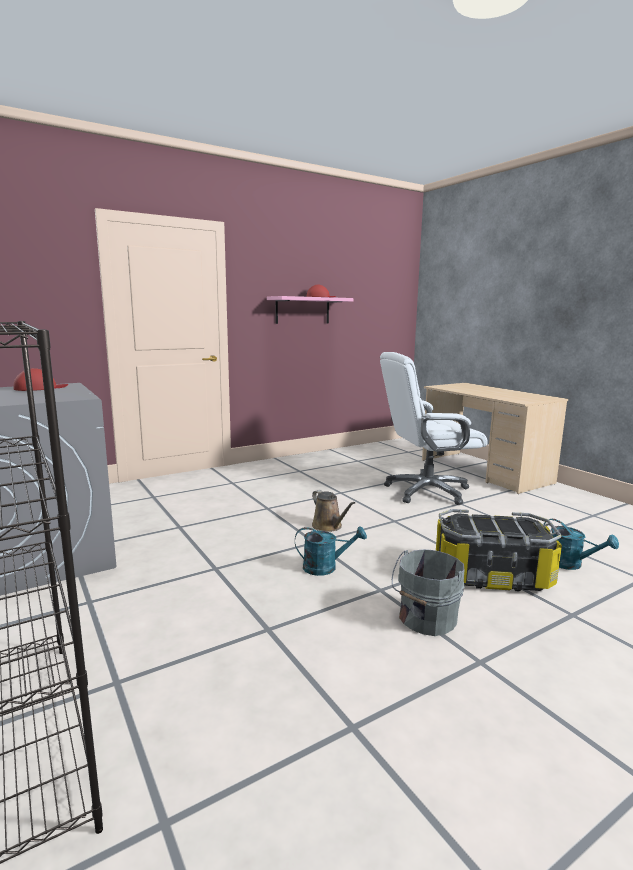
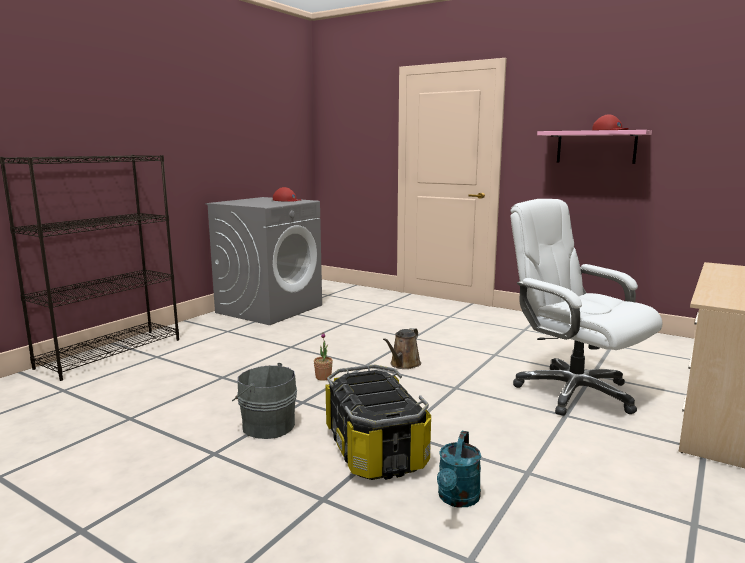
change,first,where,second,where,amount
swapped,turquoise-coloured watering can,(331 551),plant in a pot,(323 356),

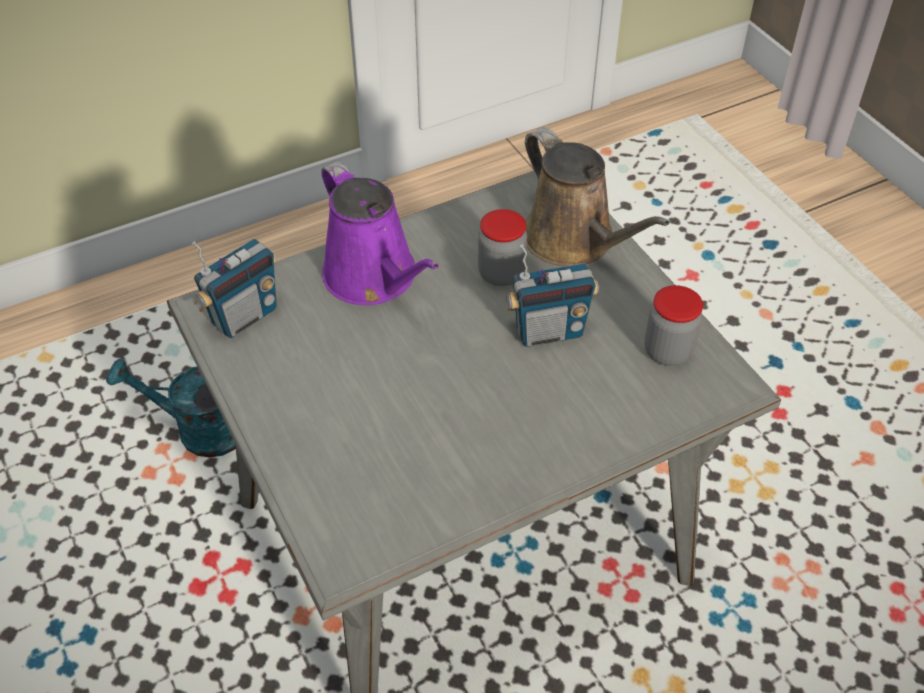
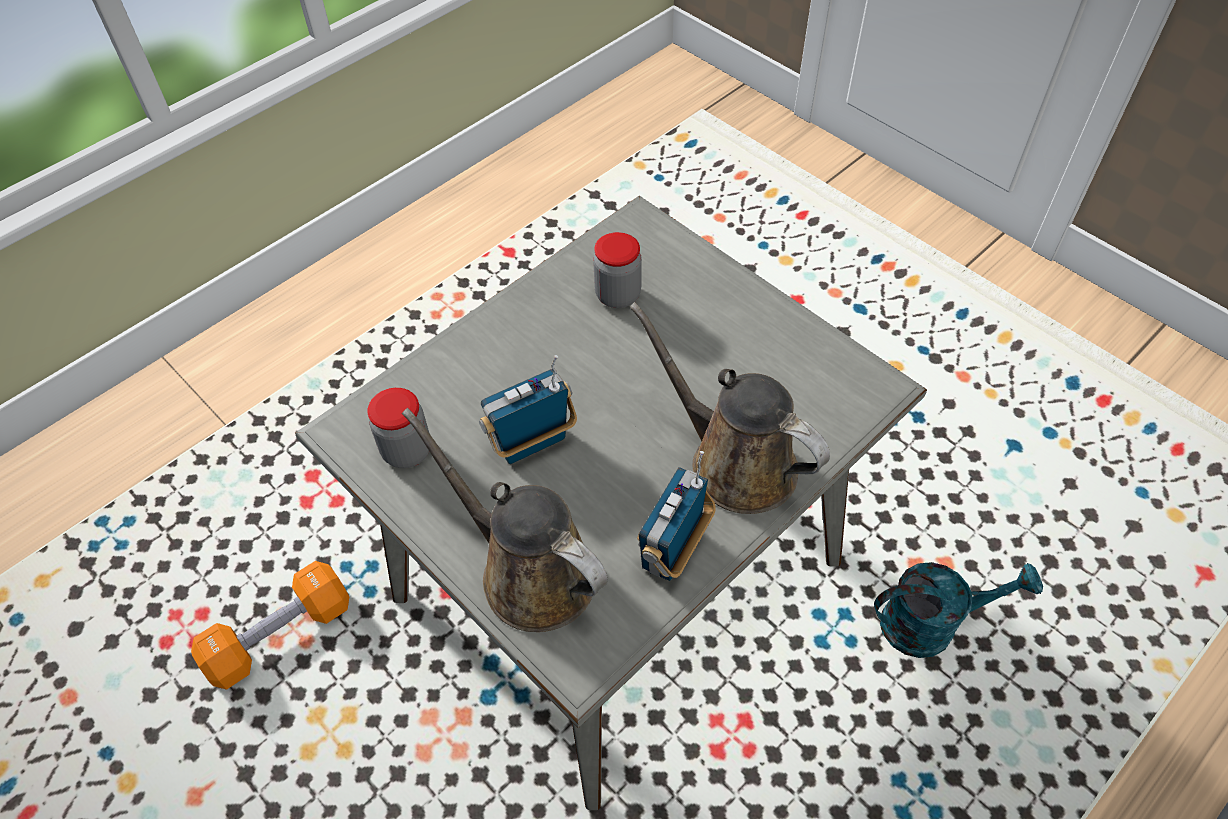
change,first,where,second,where,amount
repainted,purplish watering can,(380 233),brownish watering can,(730 408),
shifted,preserve jar,(502 247),,(617 270),
shifted,radio set,(234 288),,(676 516),
new,,,orangey dumbbell,(270 625),

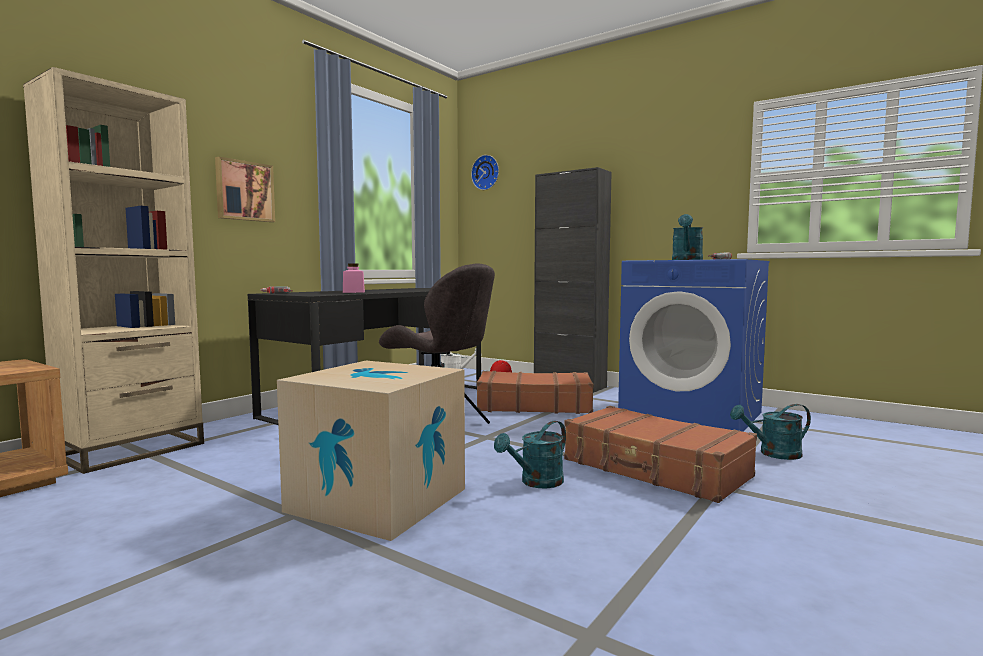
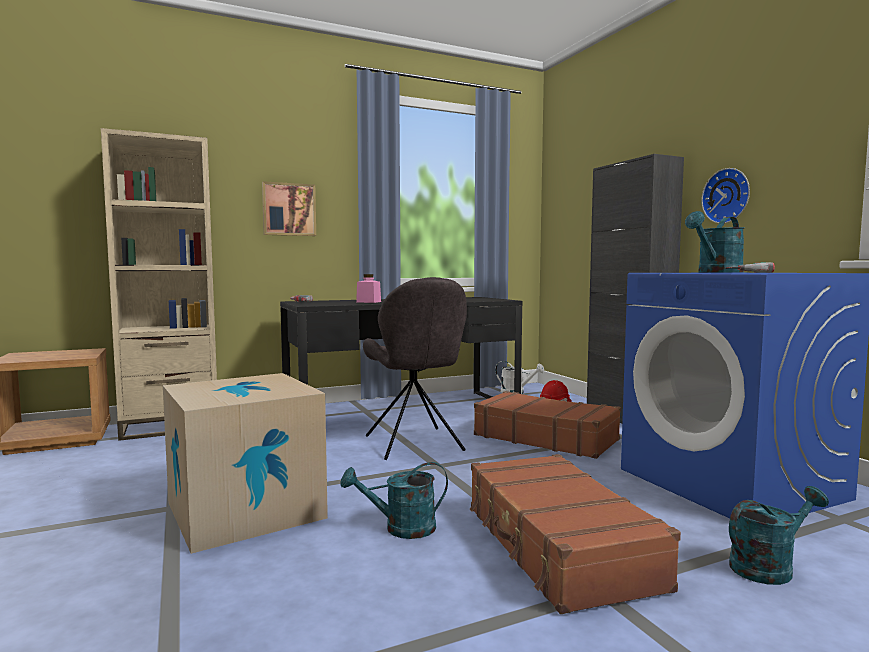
change,first,where,second,where,amount
shifted,hanging clock,(485 172),,(725 196),
rotated,turquoise-coloured watering can,(770 432),,(779 535),135 degrees clockwise

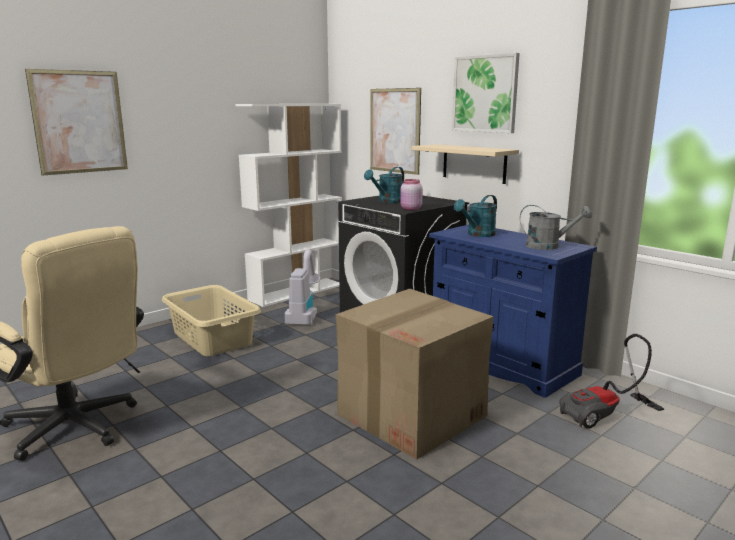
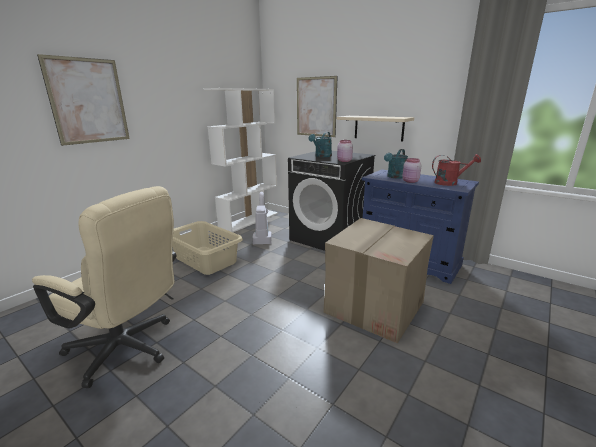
change,first,where,second,where,amount
gone,picture,(486 93),,,
repainted,greyish watering can,(556 227),reddish watering can,(456 170),
gone,vacuum,(611 381),,,
new,,,pink preserve jar,(411 170),

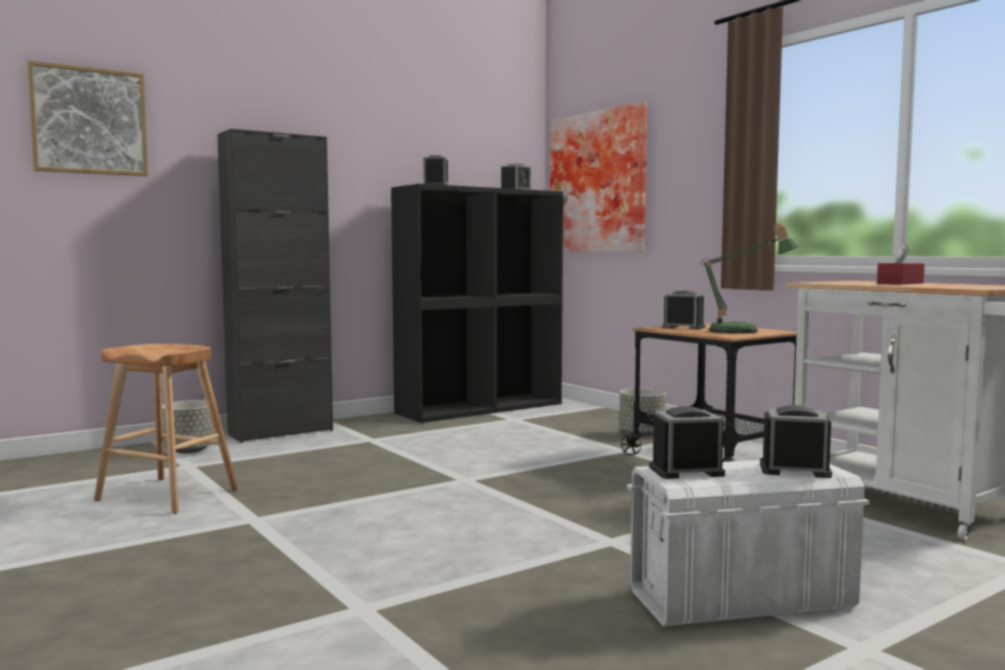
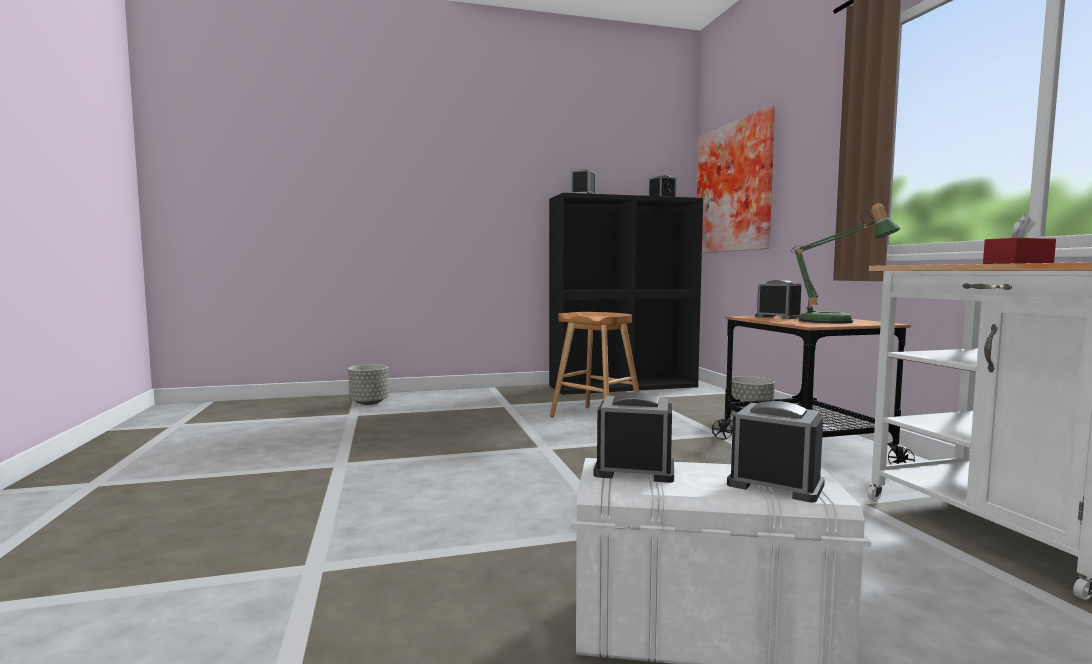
change,first,where,second,where,amount
gone,picture,(87 118),,,
gone,black storage cabinet,(275 286),,,
shifted,brownish stool seat,(166 429),,(594 364),

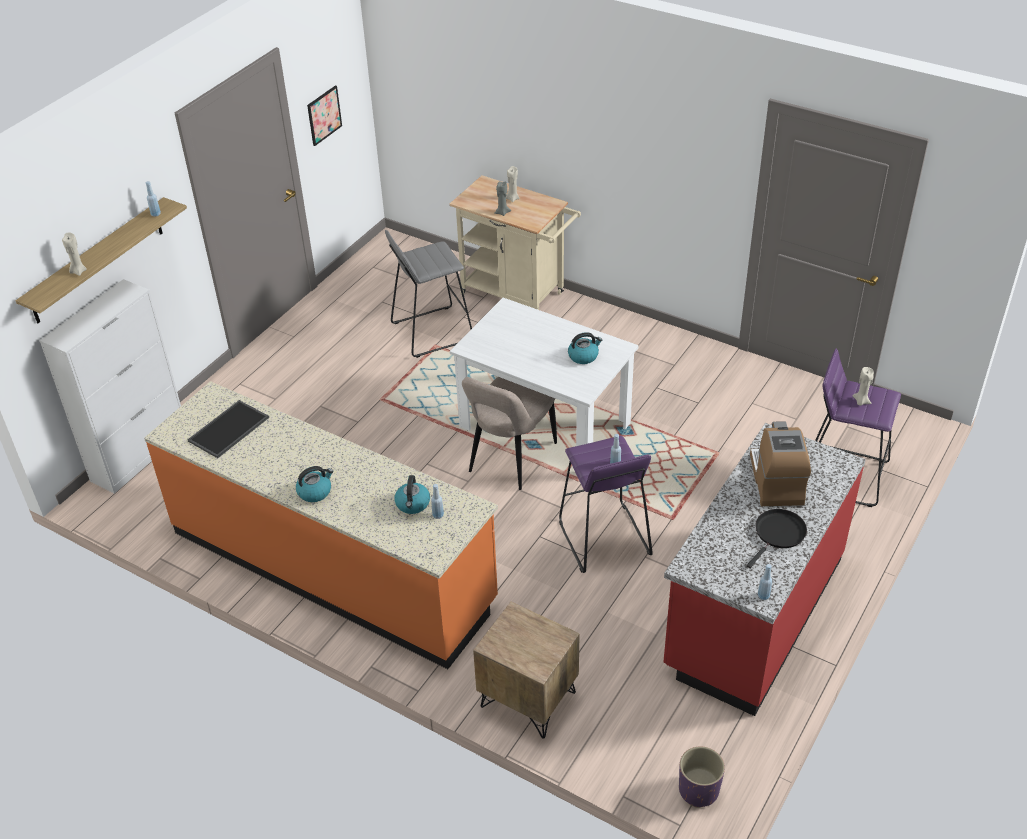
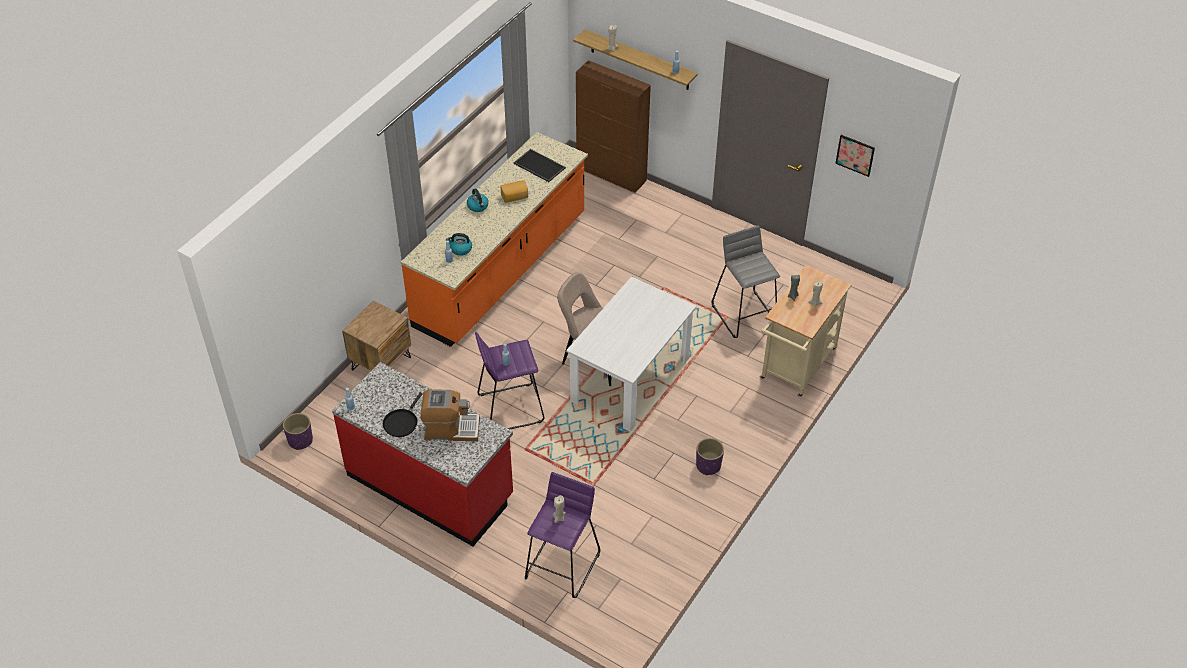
change,first,where,second,where,amount
repainted,white-coloured storage cabinet,(110 386),brownish storage cabinet,(613 126),
gone,water kettle,(585 348),,,
rotated,black pan,(777 538),,(402 415),75 degrees clockwise
new,,,bread,(514 191),
new,,,purplish planter,(710 456),

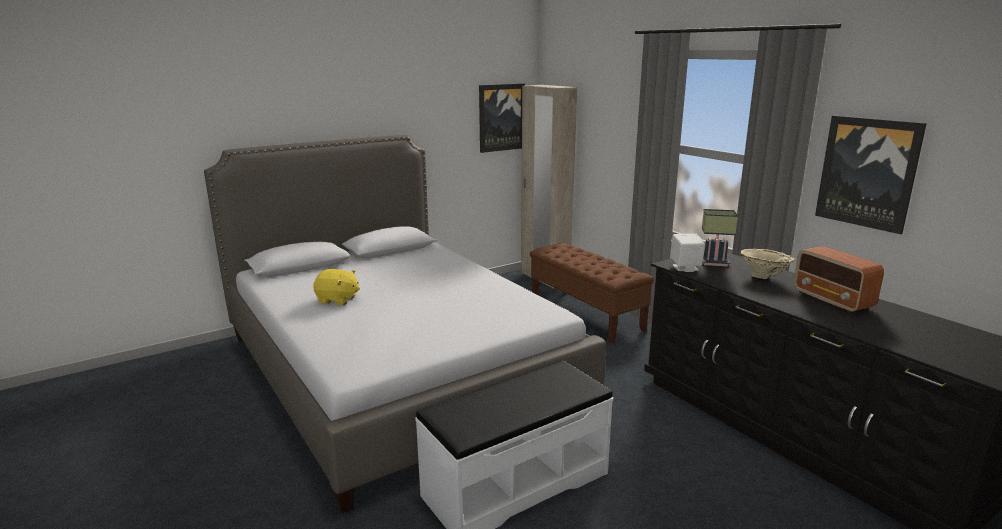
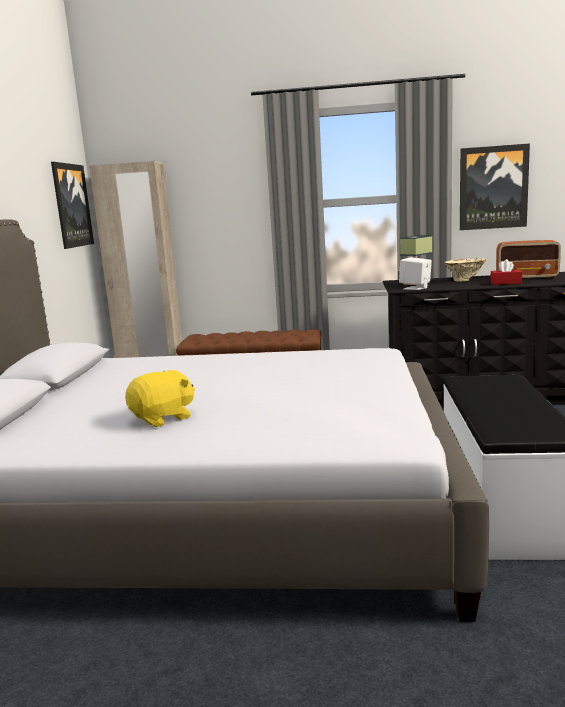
change,first,where,second,where,amount
new,,,reddish box of tissues,(506 272),

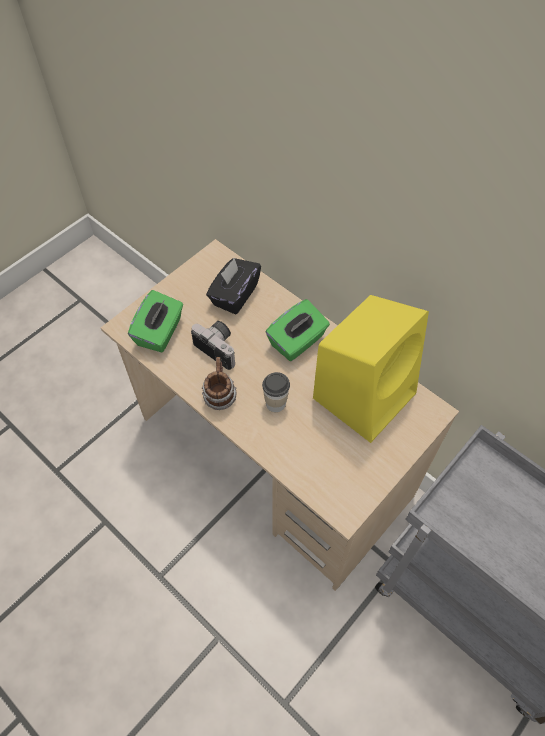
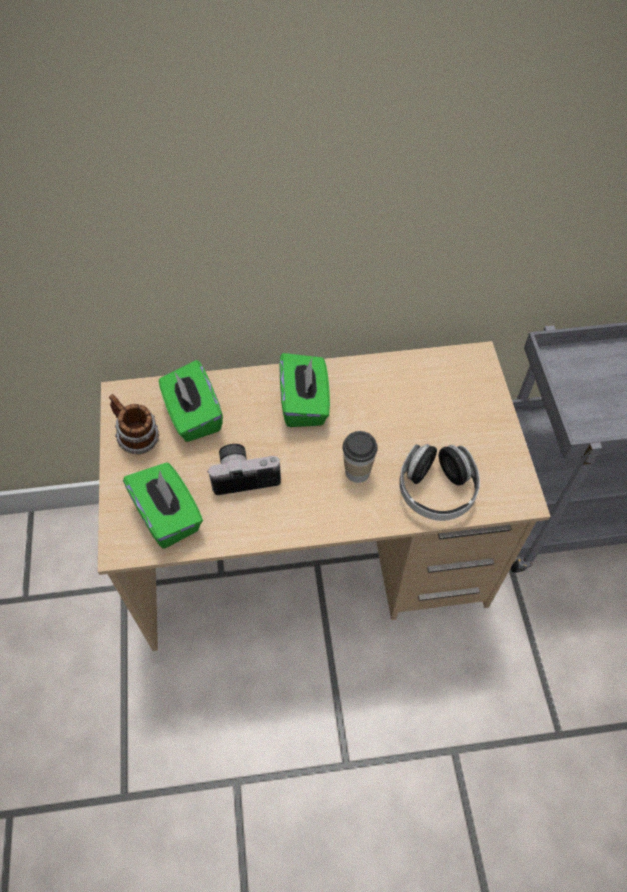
change,first,where,second,where,amount
repainted,black box of tissues,(233 286),green-coloured box of tissues,(191 401),
gone,yellow-coloured audio speaker,(371 369),,,
shifted,mug,(219 383),,(134 424),
new,,,pair of headphones,(439 482),

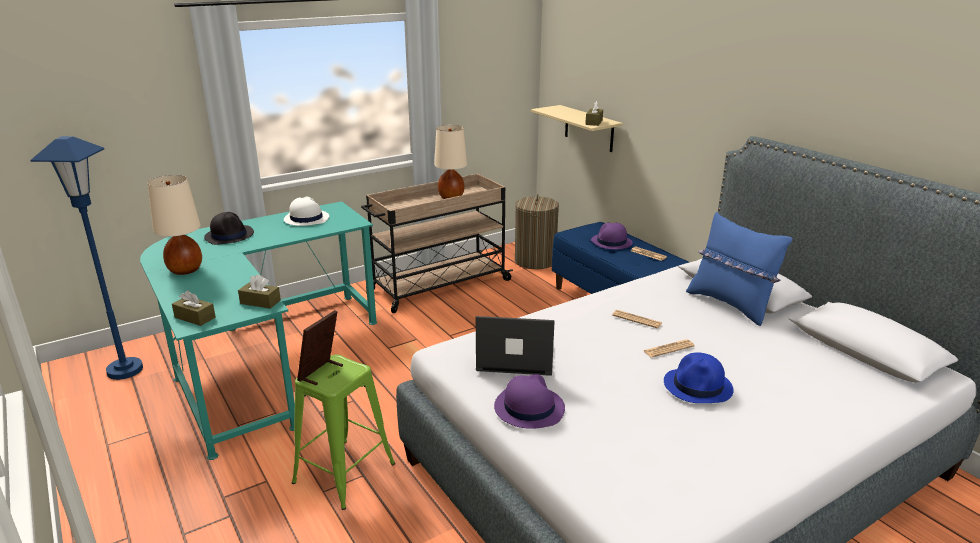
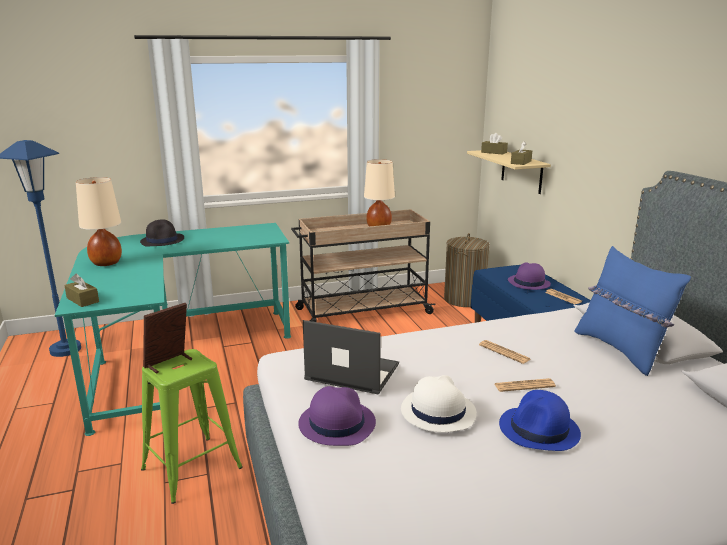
change,first,where,second,where,amount
shifted,white-coloured clothing hat,(306 211),,(439 403),
shifted,brownish box of tissues,(259 291),,(494 144),

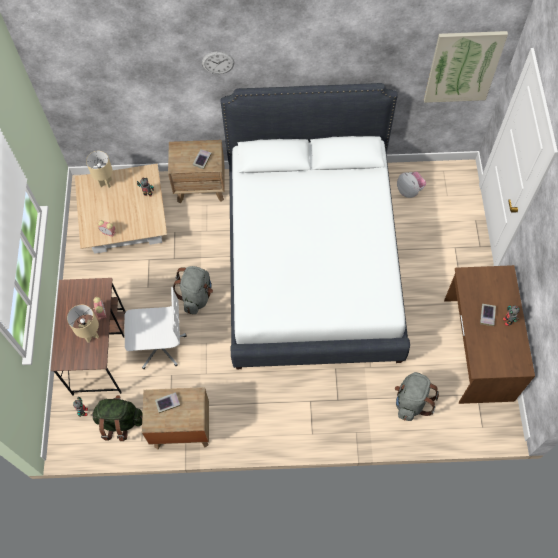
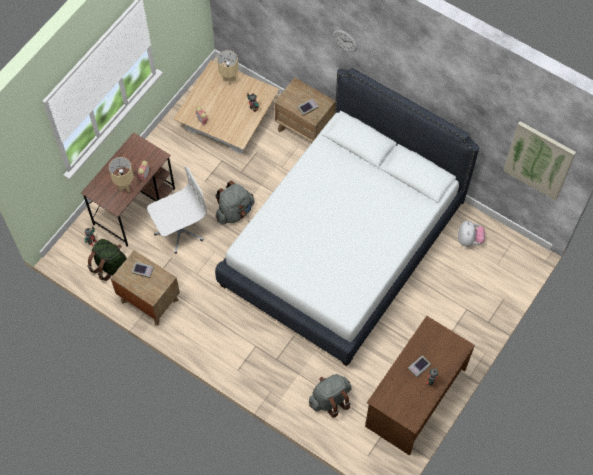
change,first,where,second,where,amount
rotated,white-coloured office chair,(156 328),,(177 210),60 degrees counterclockwise

